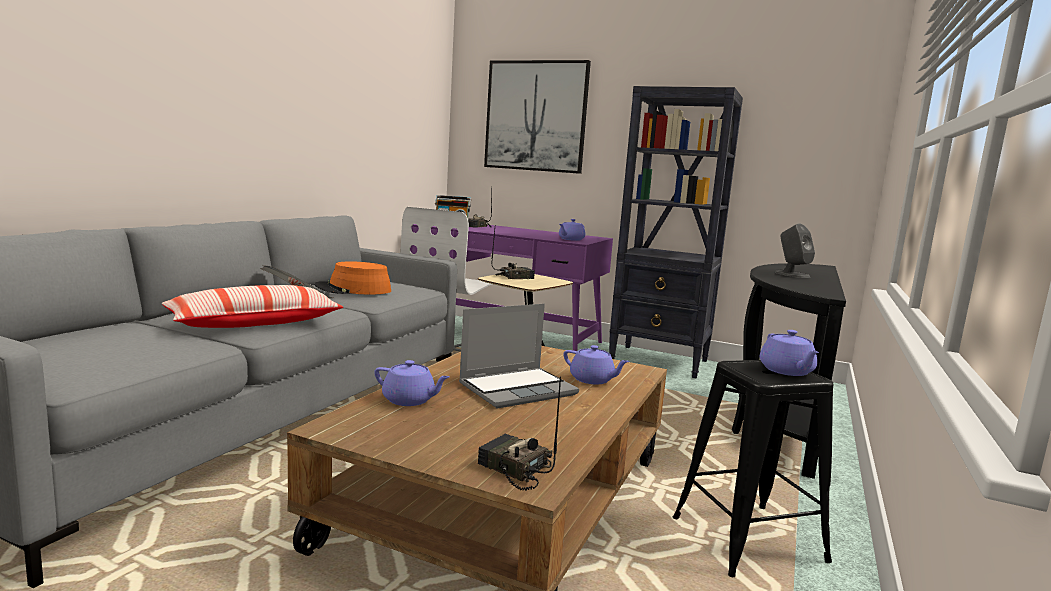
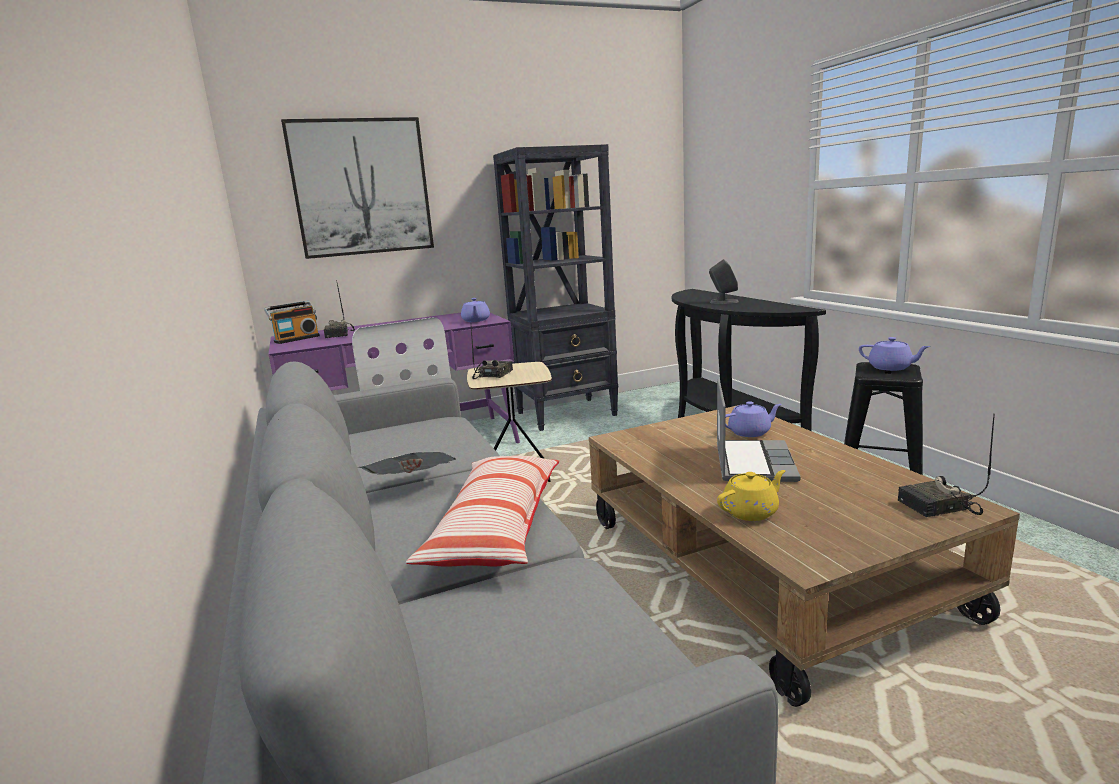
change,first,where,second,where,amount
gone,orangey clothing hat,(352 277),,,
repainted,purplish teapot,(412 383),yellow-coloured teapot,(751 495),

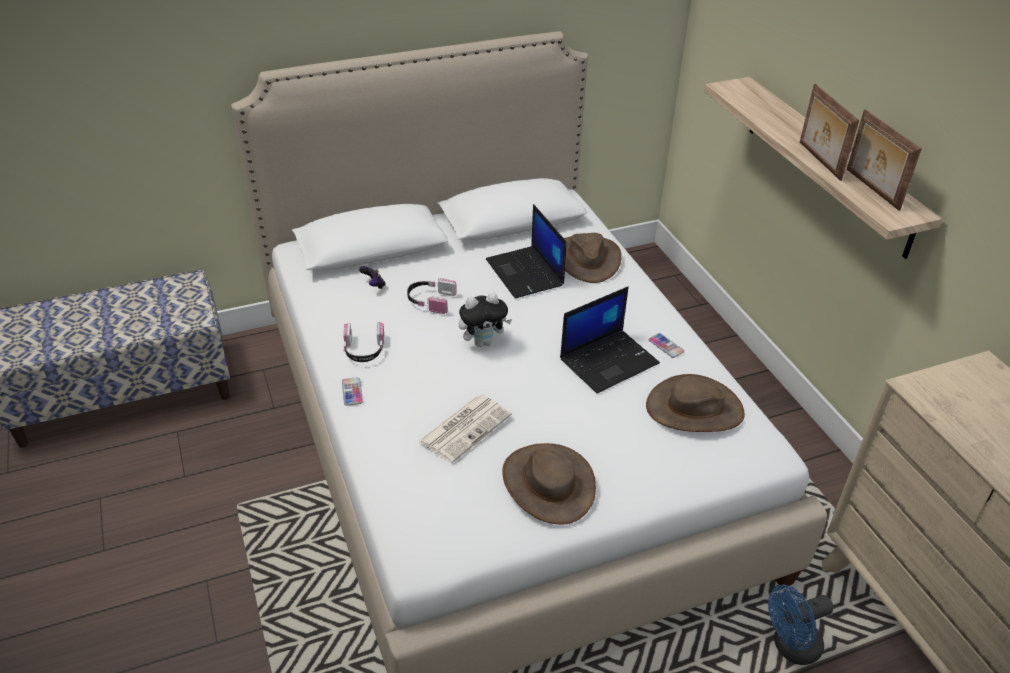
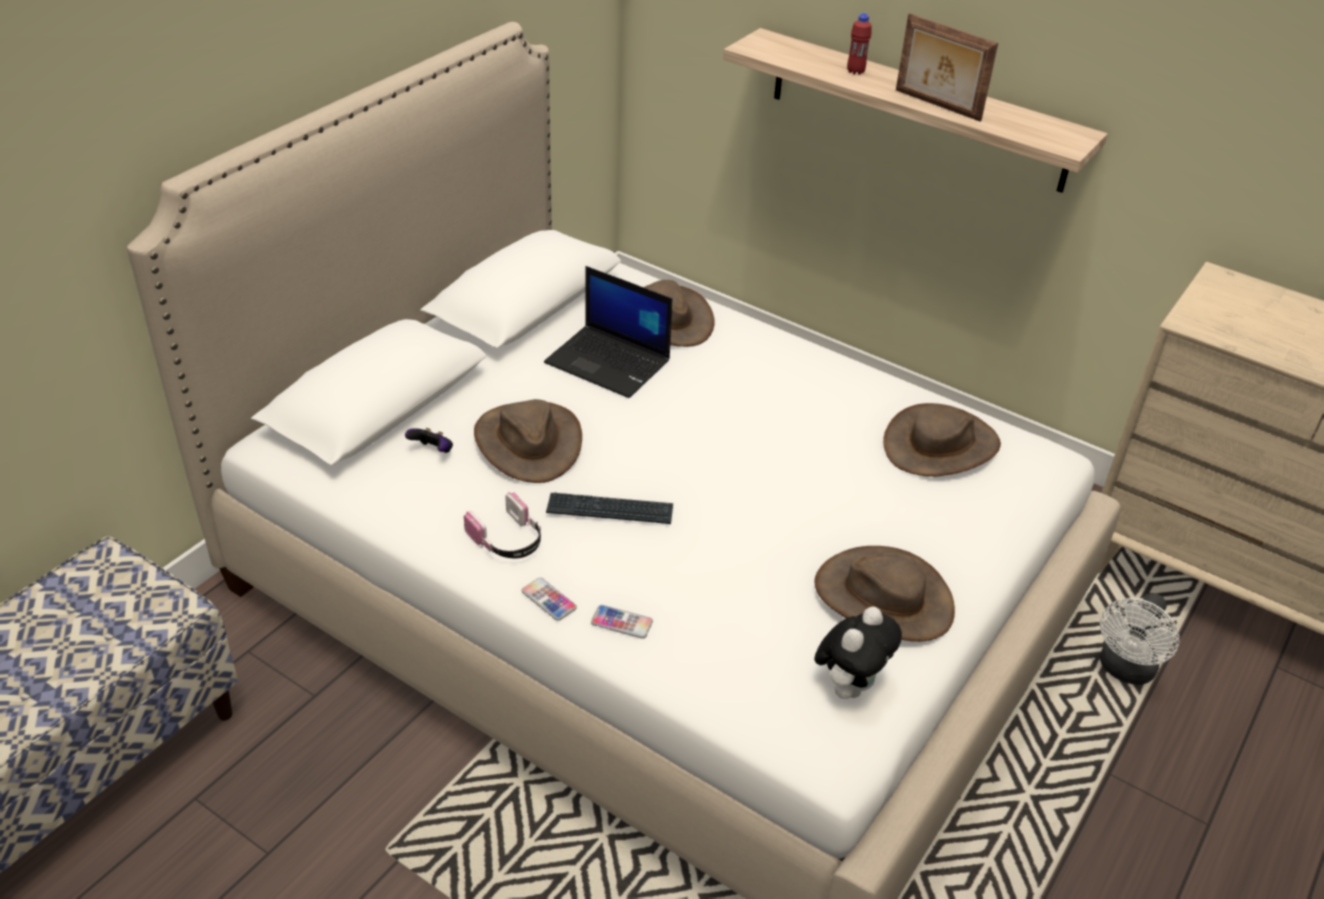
change,first,where,second,where,amount
gone,standing frame,(884 160),,,
swapped,pair of headphones,(432 296),brownish clothing hat,(528 441),
gone,portable computer,(610 339),,,
shifted,plush toy,(485 320),,(858 653),
shifted,telephone,(666 345),,(622 622),
gone,newspaper,(465 429),,,
repainted,bluish cooling fan,(800 625),white-coloured cooling fan,(1139 639),
new,,,reddish bottle,(859 44),
new,,,PC keyboard,(609 508),

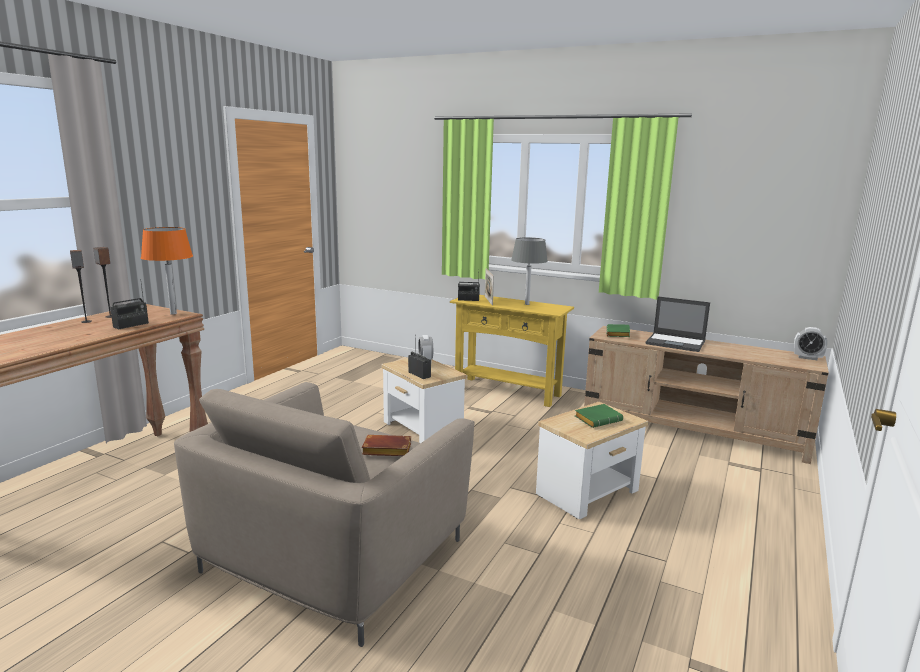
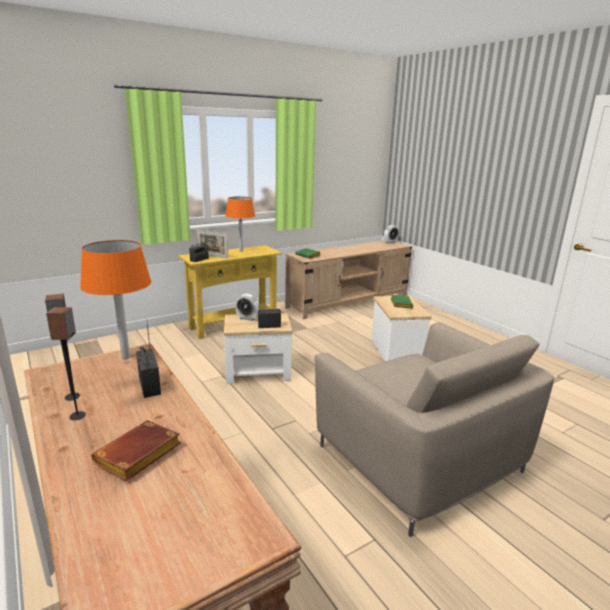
change,first,where,second,where,amount
repainted,greyish table lamp,(529 271),orangey table lamp,(240 224),
gone,portable computer,(678 324),,,
shifted,brownish book,(386 445),,(136 450),

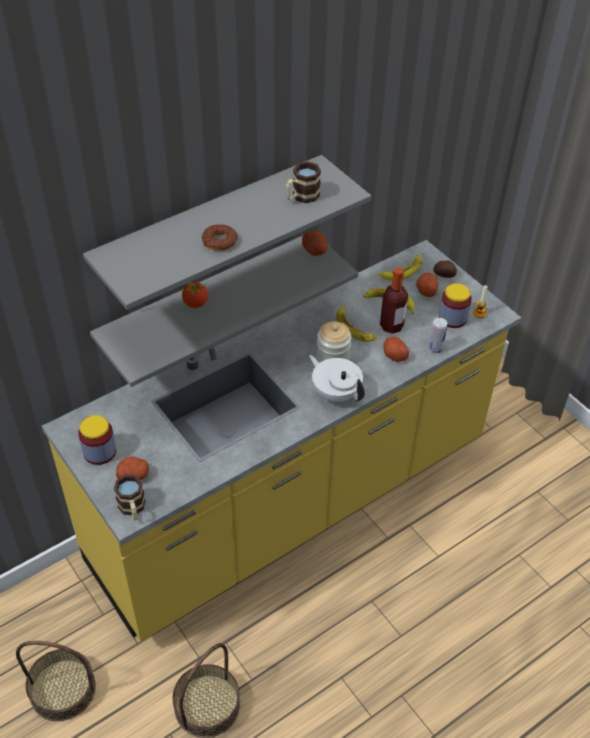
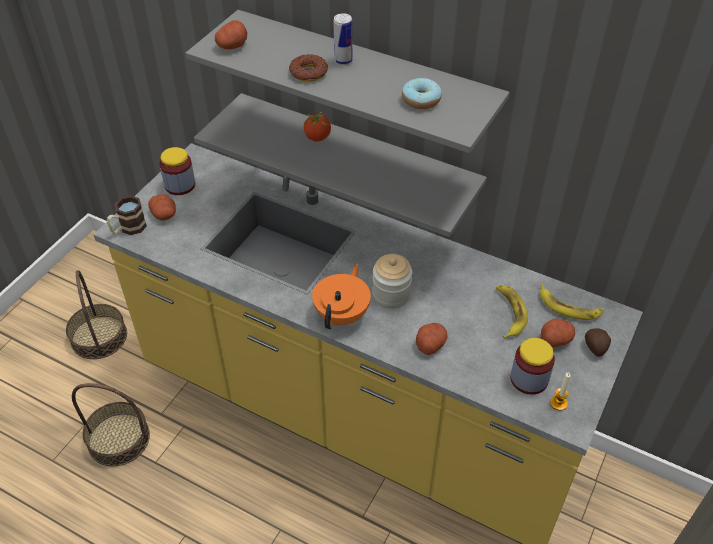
change,first,where,second,where,amount
swapped,mug,(303 182),ring doughnut,(422 93),
shifted,spud,(315 243),,(231 34),
gone,bottle,(394 300),,,
gone,whole banana,(356 323),,,
shifted,can,(438 336),,(342 39),
repainted,white-coloured teapot,(337 378),orangey teapot,(341 296),

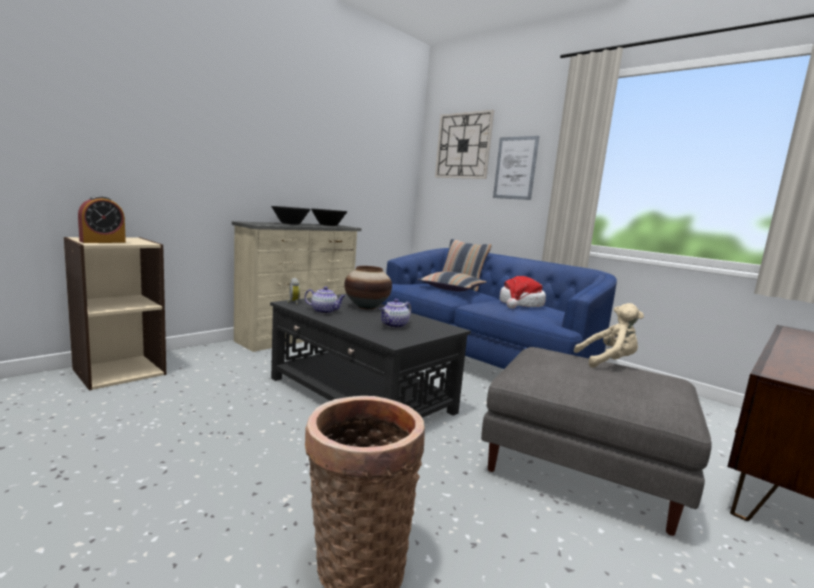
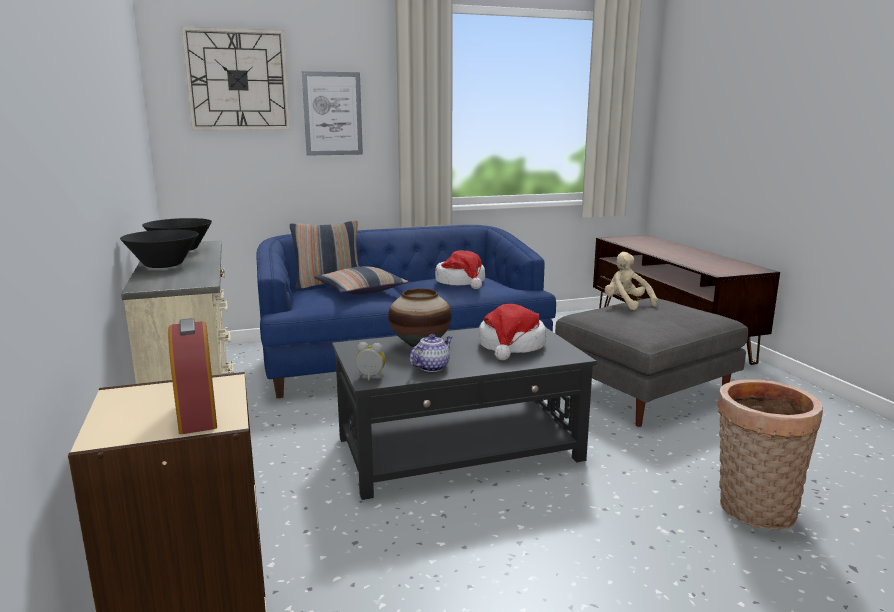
change,first,where,second,where,amount
swapped,teapot,(395 313),clothing hat,(512 332),
rotated,beige plush toy,(609 335),,(631 281),60 degrees counterclockwise

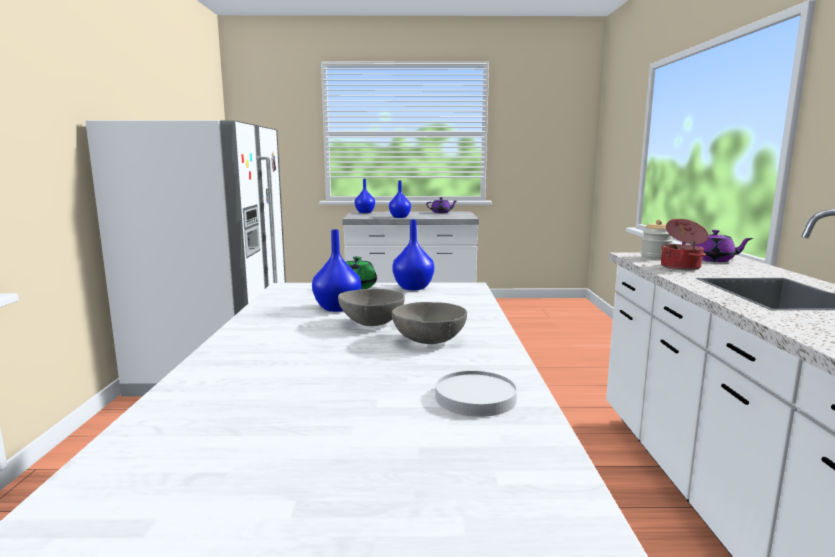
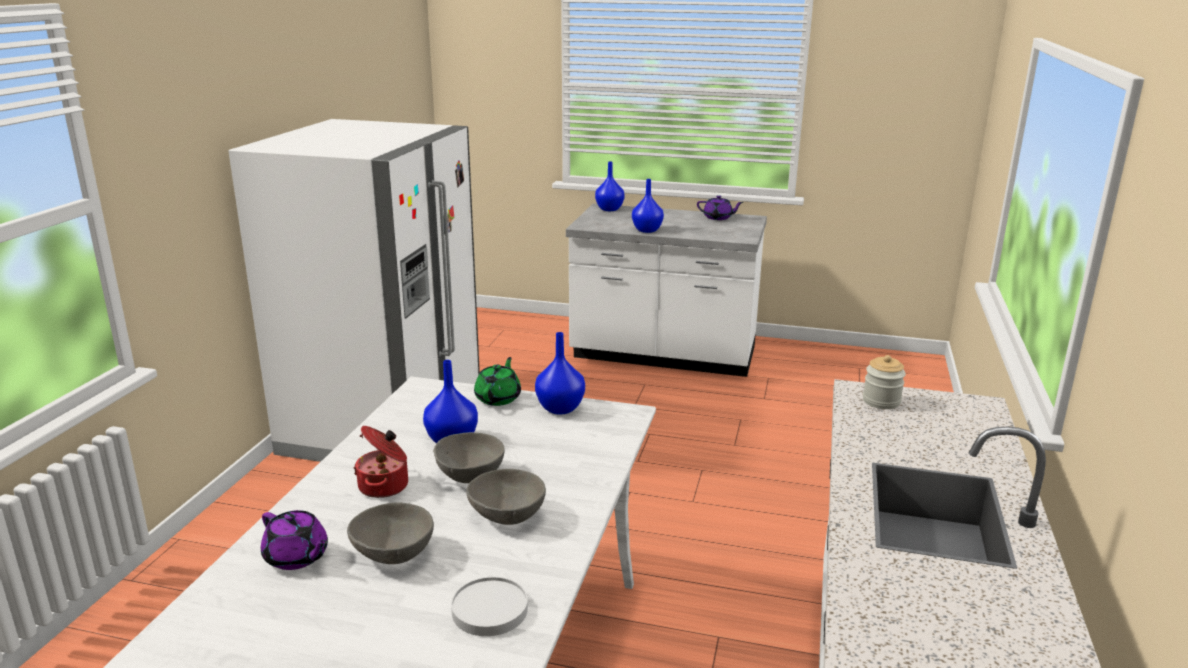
change,first,where,second,where,amount
shifted,stockpot,(685 244),,(381 462),
shifted,purplish teapot,(718 246),,(294 540),
new,,,greyish bowl,(390 533),

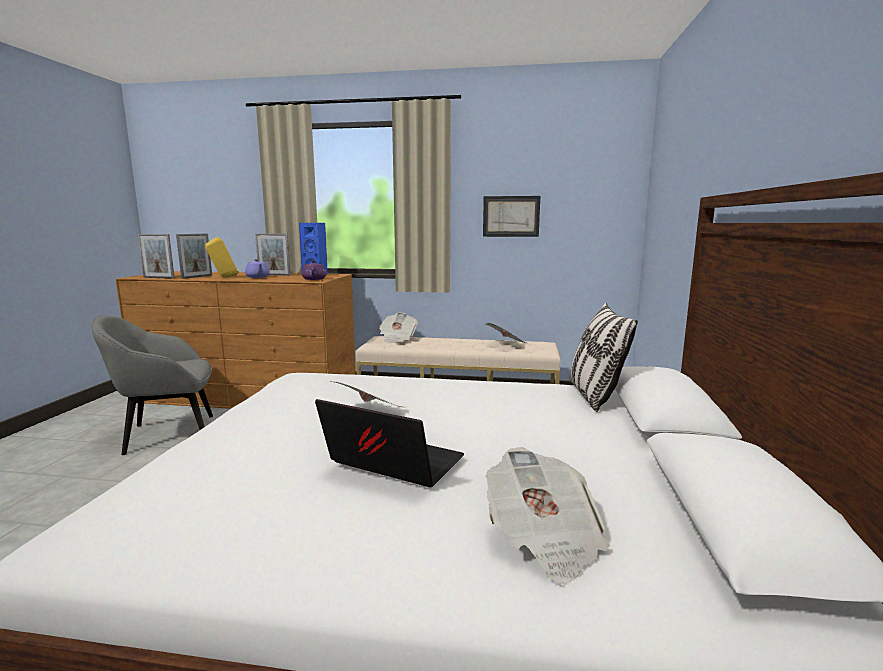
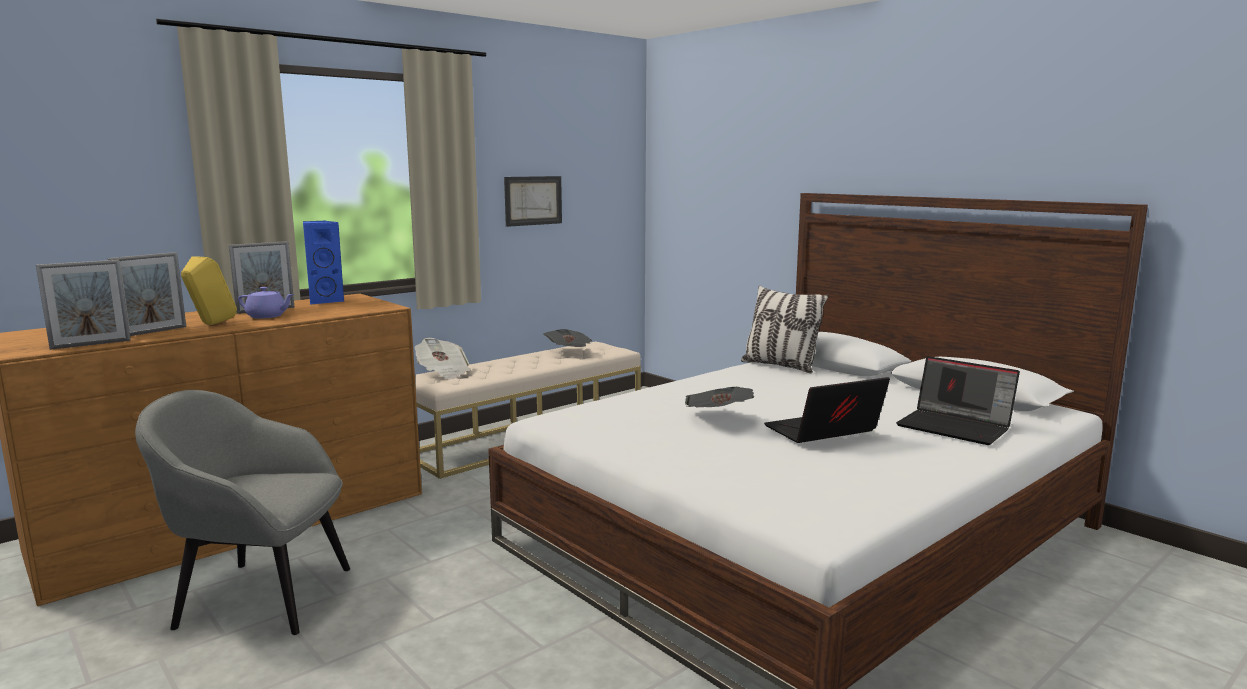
change,first,where,second,where,amount
rotated,standing frame,(194 256),,(147 294),60 degrees clockwise
gone,purplish teapot,(314 270),,,
rotated,greyish lounge chair,(152 385),,(242 512),75 degrees clockwise
swapped,newspaper,(547 516),portable computer,(958 400),

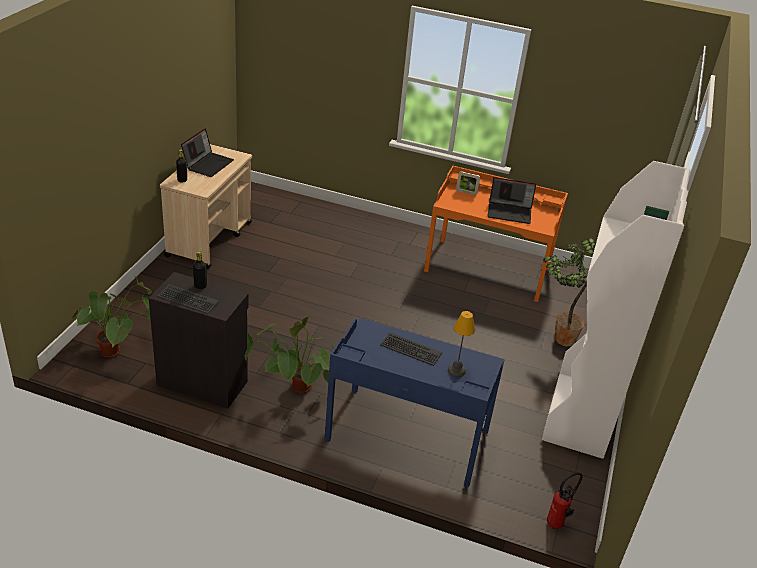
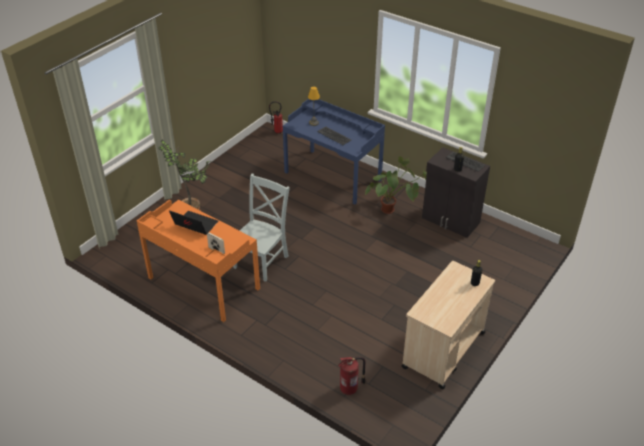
change,first,where,second,where,amount
gone,portable computer,(207 152),,,
gone,white-coloured shelving unit,(616 309),,,
gone,plant in a pot,(112 317),,,
new,,,greyish chair,(261 228),
new,,,extinguisher,(351 376),

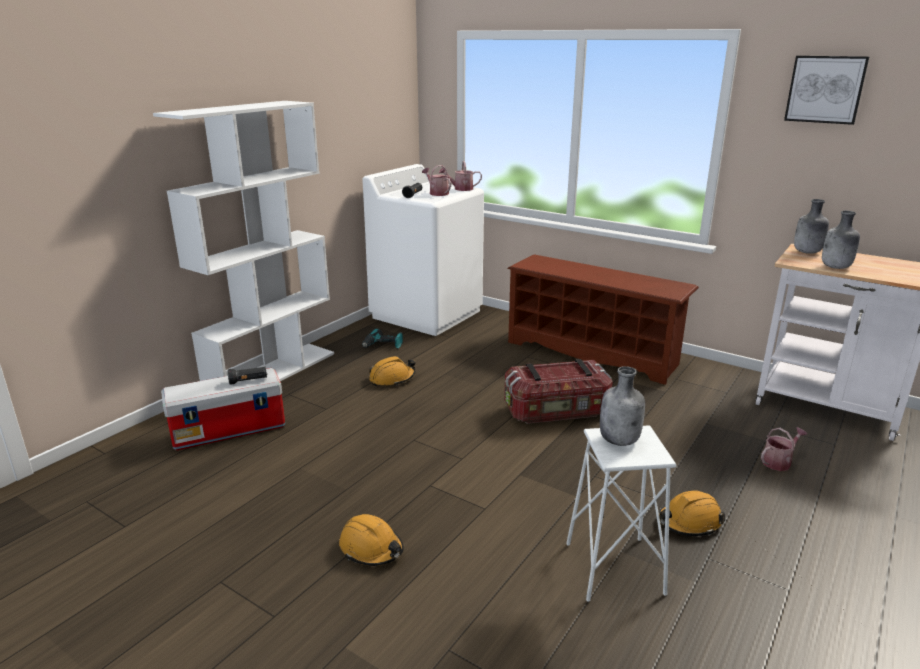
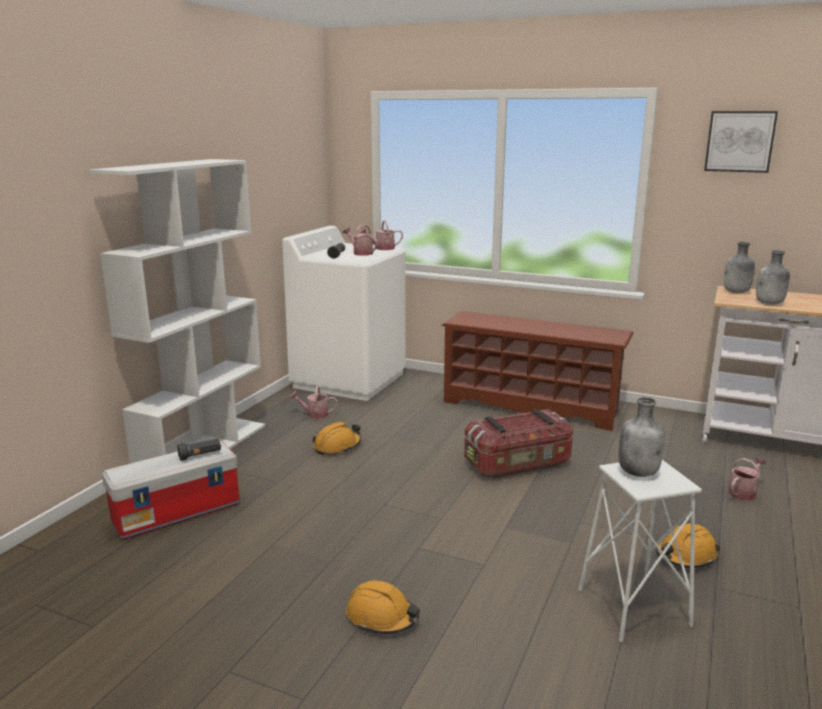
change,first,where,second,where,amount
swapped,drill,(382 338),watering can,(314 402),

